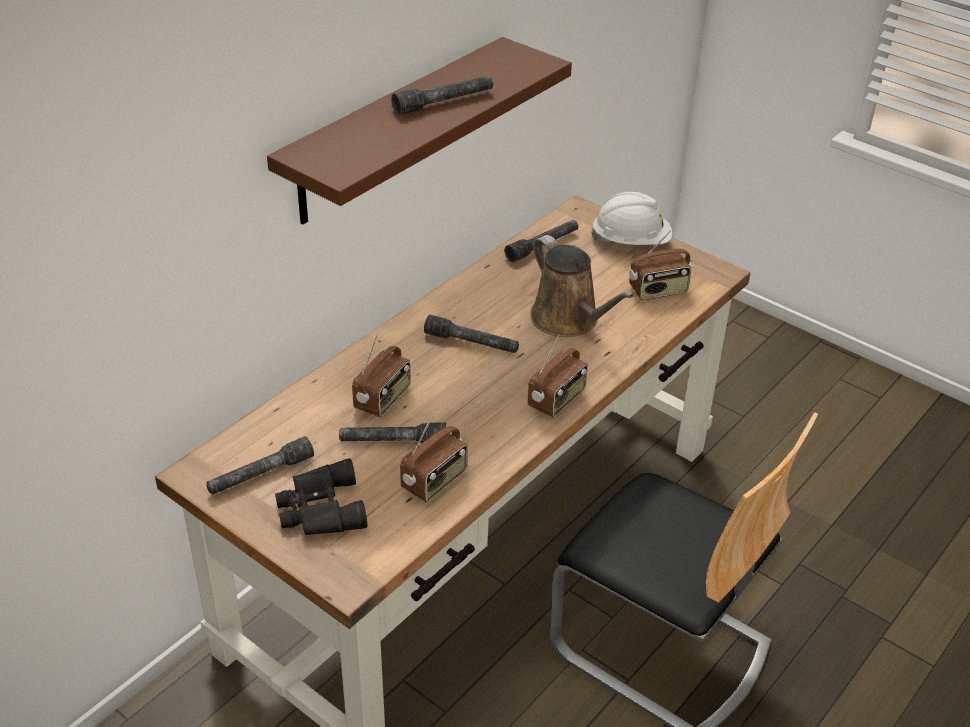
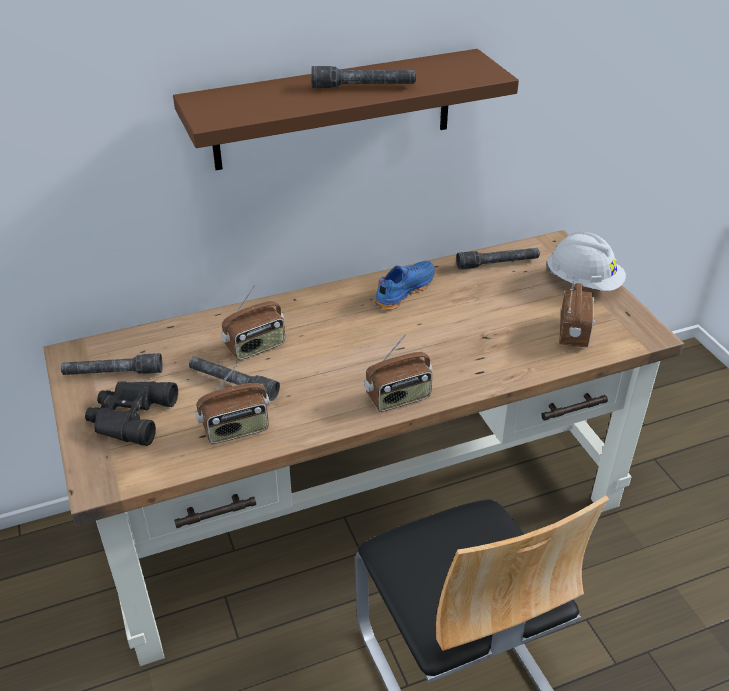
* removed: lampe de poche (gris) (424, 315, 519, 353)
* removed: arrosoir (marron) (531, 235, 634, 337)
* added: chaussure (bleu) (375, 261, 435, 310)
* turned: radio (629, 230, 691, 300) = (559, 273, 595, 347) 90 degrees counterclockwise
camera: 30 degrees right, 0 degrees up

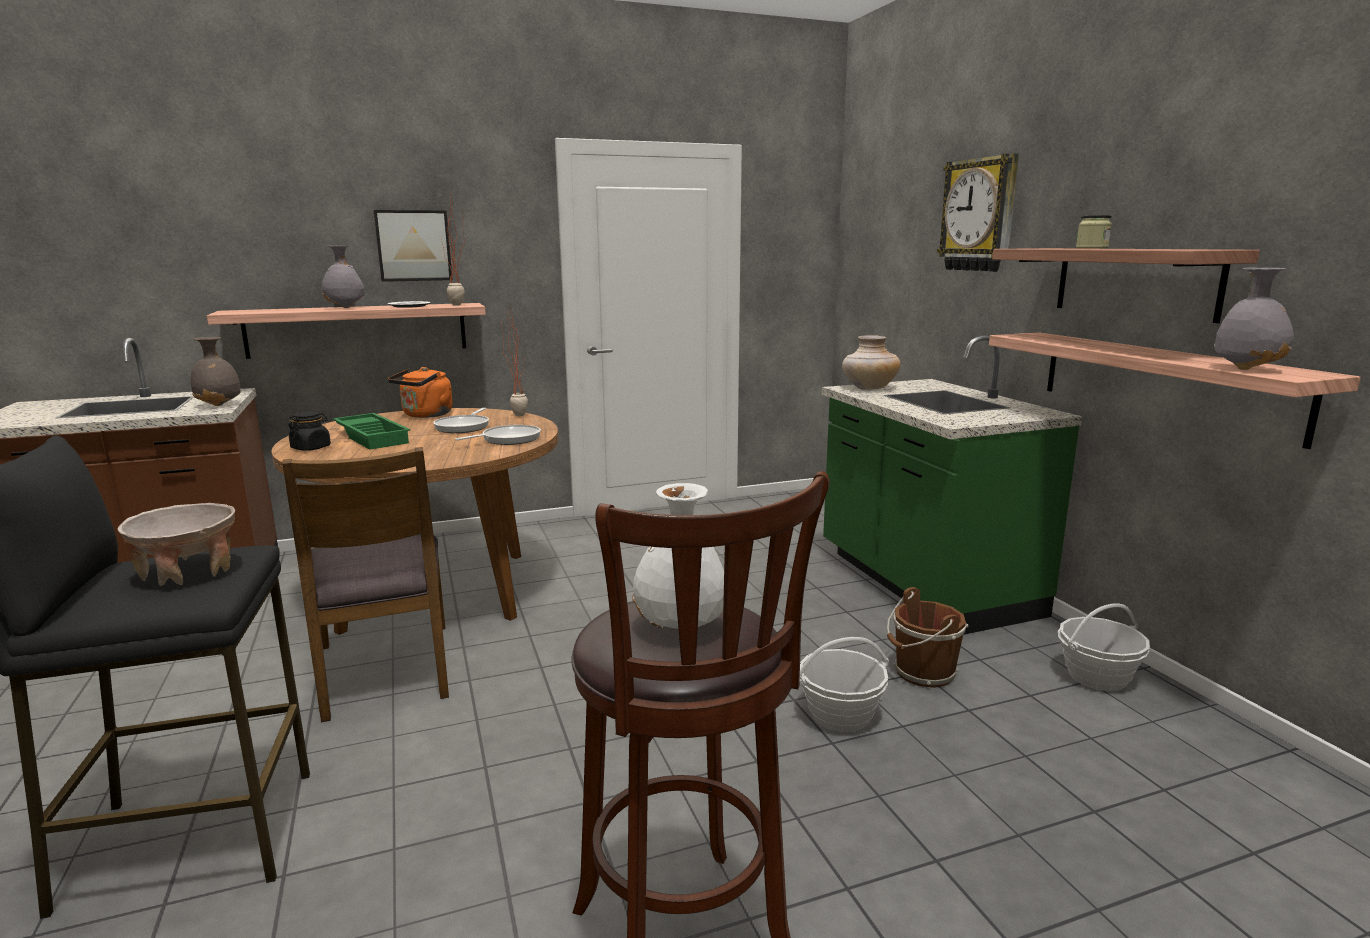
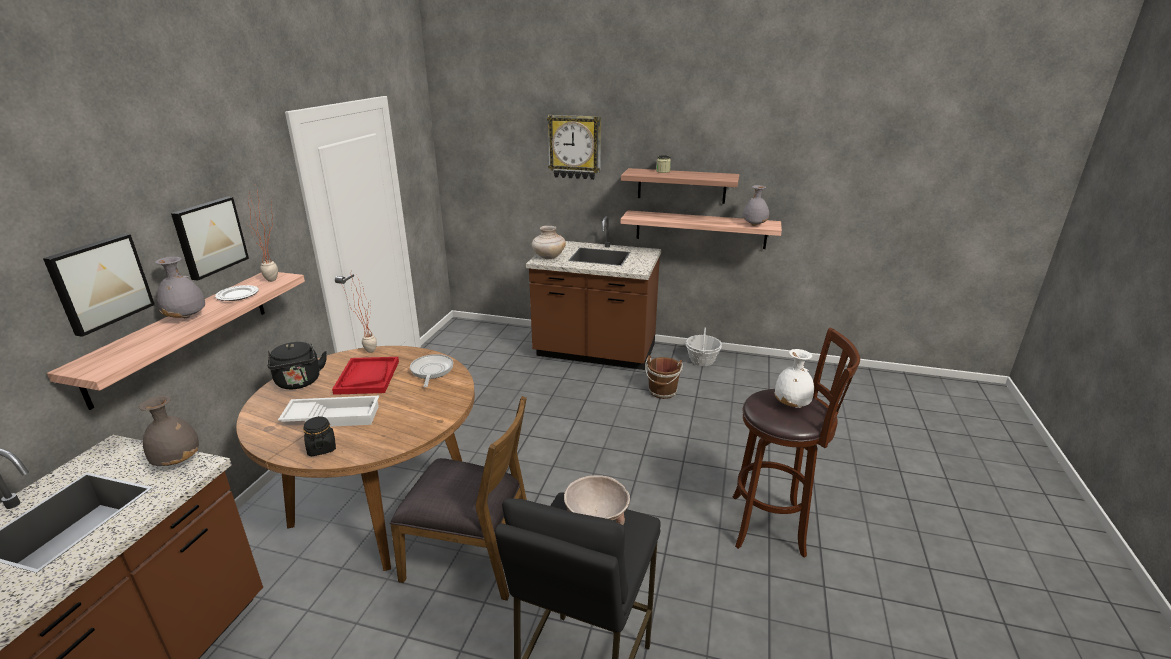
* removed: panier (799, 637, 889, 732)
* added: tableau (43, 234, 155, 337)
* replaced: poêle (433, 408, 489, 433) to plateau (rouge) (332, 357, 399, 395)
* recoloured: plateau (vert) (333, 413, 411, 450) to plateau (blanc) (278, 396, 379, 427)
* recoloured: bouilloire (orange) (388, 367, 453, 418) to bouilloire (noir) (267, 342, 327, 389)
* recoloured: comptoir de cuisine (vert) (822, 335, 1082, 635) to comptoir de cuisine (marron) (526, 216, 661, 370)
camera: 55 degrees left, 10 degrees up

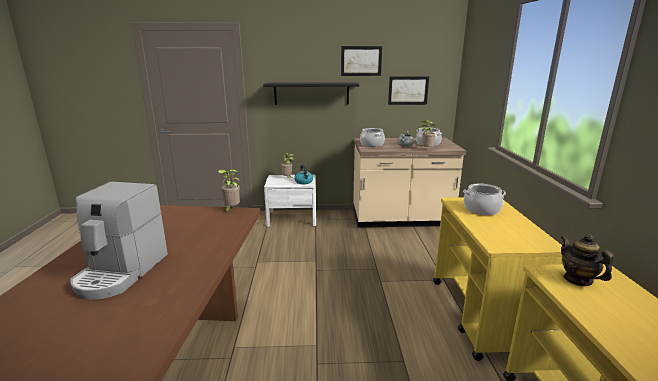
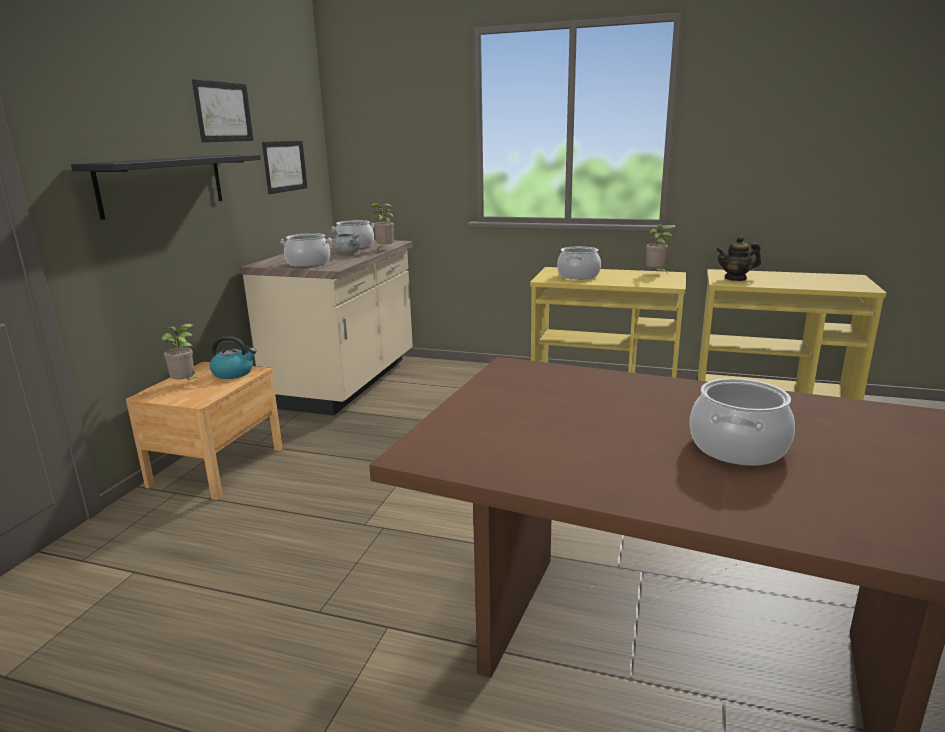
* moved: plante en pot (217, 169, 240, 213) to (646, 224, 673, 274)
* replaced: machine à café (71, 182, 168, 300) to marmite (689, 378, 795, 465)
* recoloured: table de chevet (blanc) (264, 175, 316, 227) to table de chevet (marron) (126, 362, 283, 500)
camera: 70 degrees left, 0 degrees up

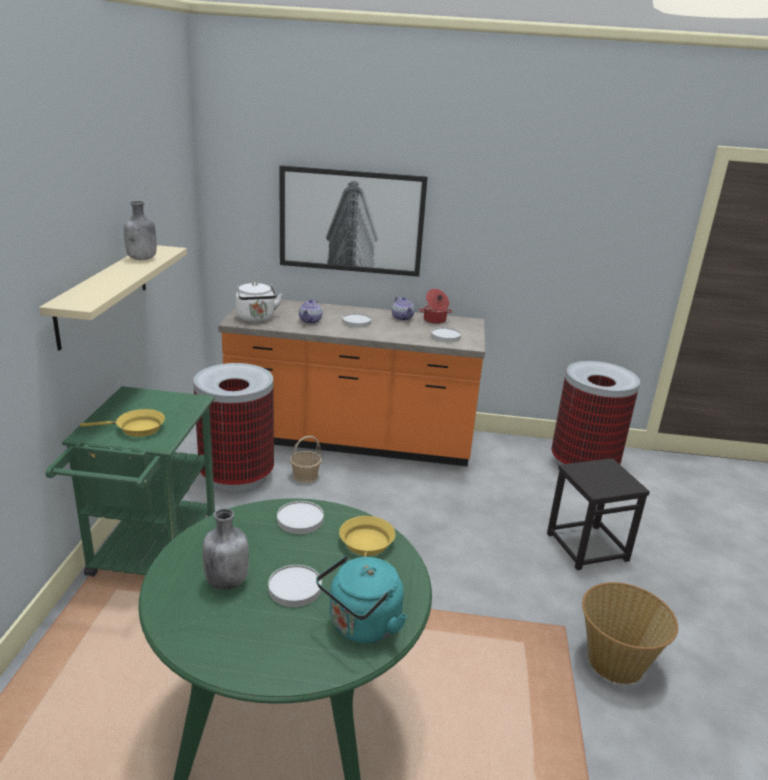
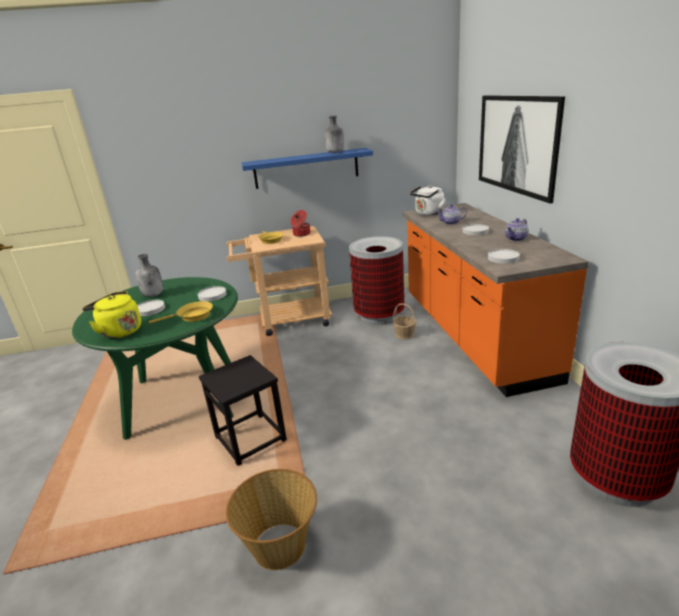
* moved: marmite (420, 289, 452, 324) to (291, 210, 310, 237)
* moved: tabouret (noir) (547, 458, 650, 570) to (199, 355, 287, 466)
* recoloured: étagère (beige) (39, 245, 187, 351) to étagère (bleu) (242, 148, 373, 189)
* recoloured: chariot (vert) (46, 386, 215, 577) to chariot (beige) (226, 226, 332, 336)
* recoloured: bouilloire (turquoise) (316, 556, 407, 643) to bouilloire (jaune) (82, 291, 141, 339)
camera: 75 degrees right, 0 degrees up

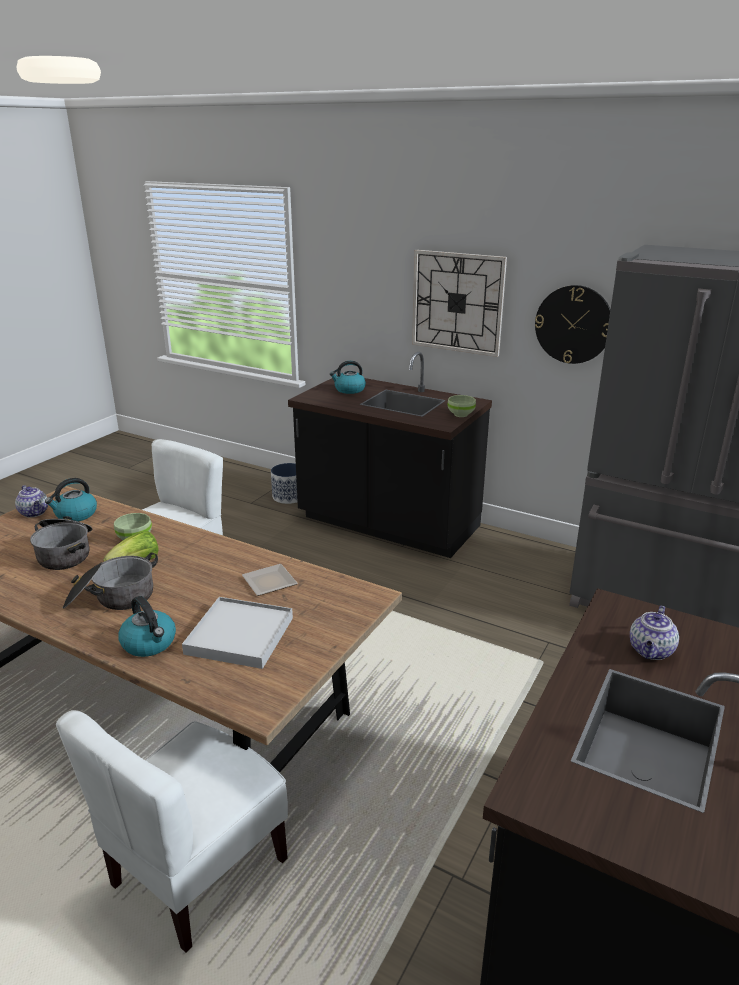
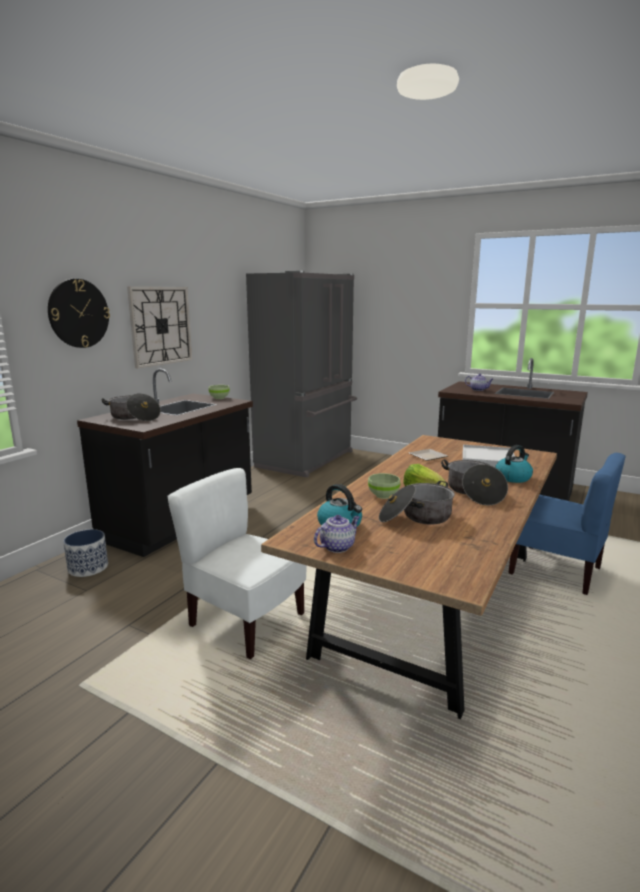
* moved: horloge murale (535, 285, 611, 364) to (48, 279, 110, 348)
* replaced: bouilloire (330, 361, 366, 394) to marmite (101, 394, 161, 421)
* recoloured: chaise (blanc) (56, 710, 288, 952) to chaise (bleu) (508, 453, 626, 595)
camera: 90 degrees left, 10 degrees down

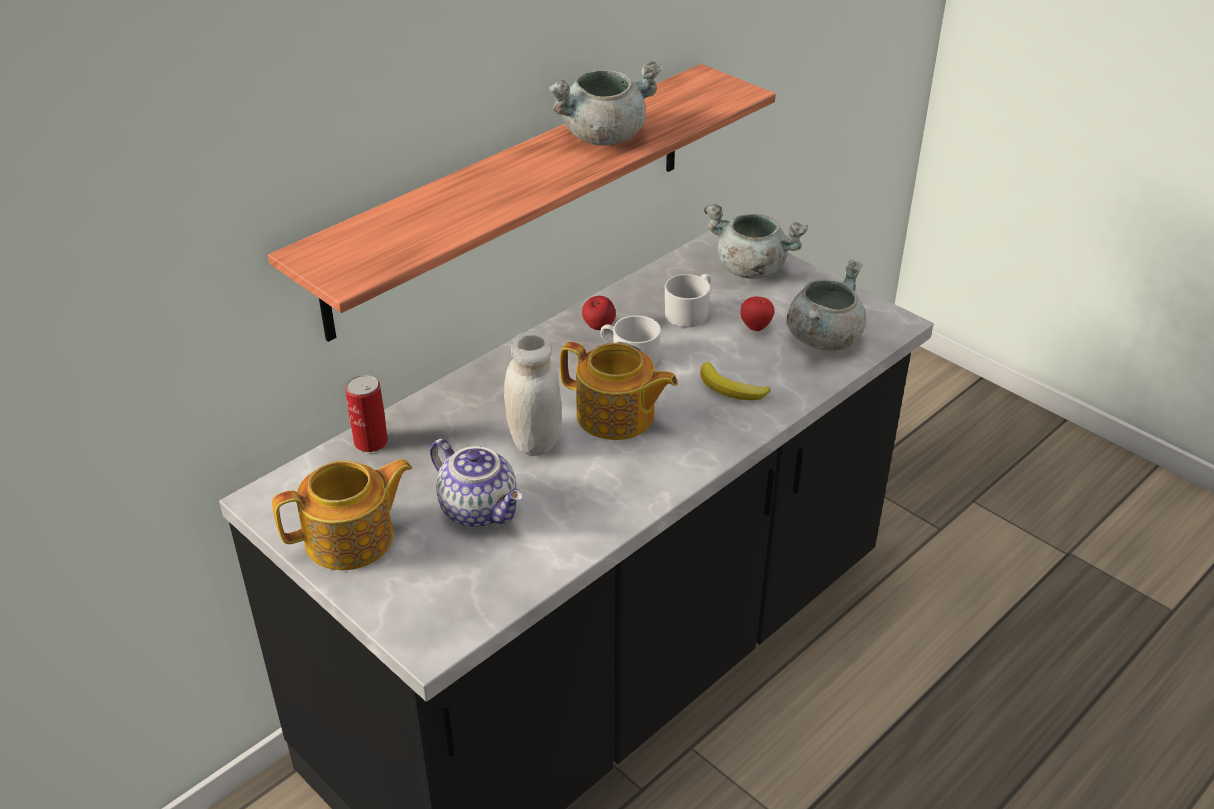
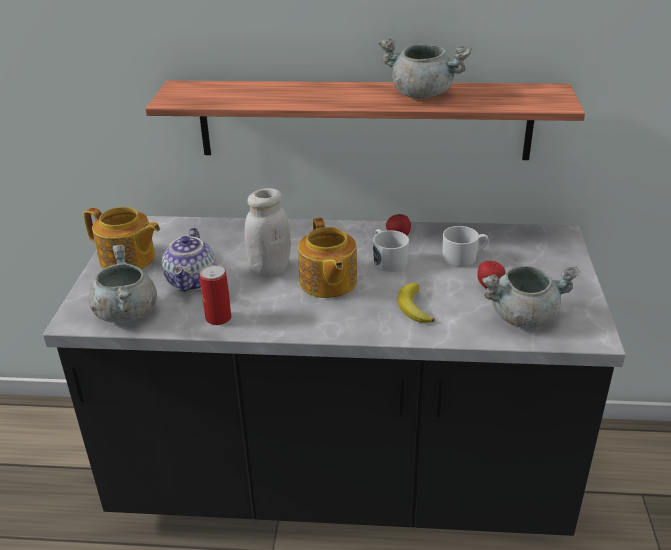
* moved: boîte métallique (345, 375, 388, 452) to (200, 265, 231, 325)
* moved: marmite (gris) (704, 204, 808, 279) to (89, 245, 157, 323)
camera: 50 degrees right, 5 degrees down

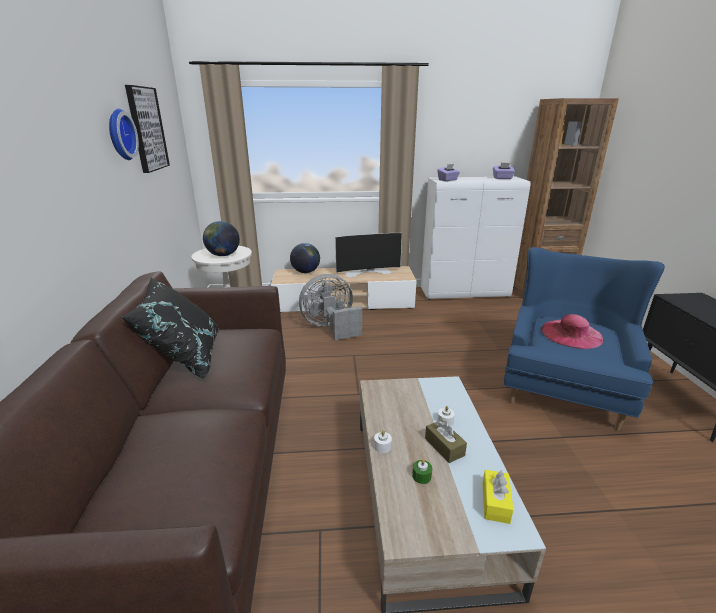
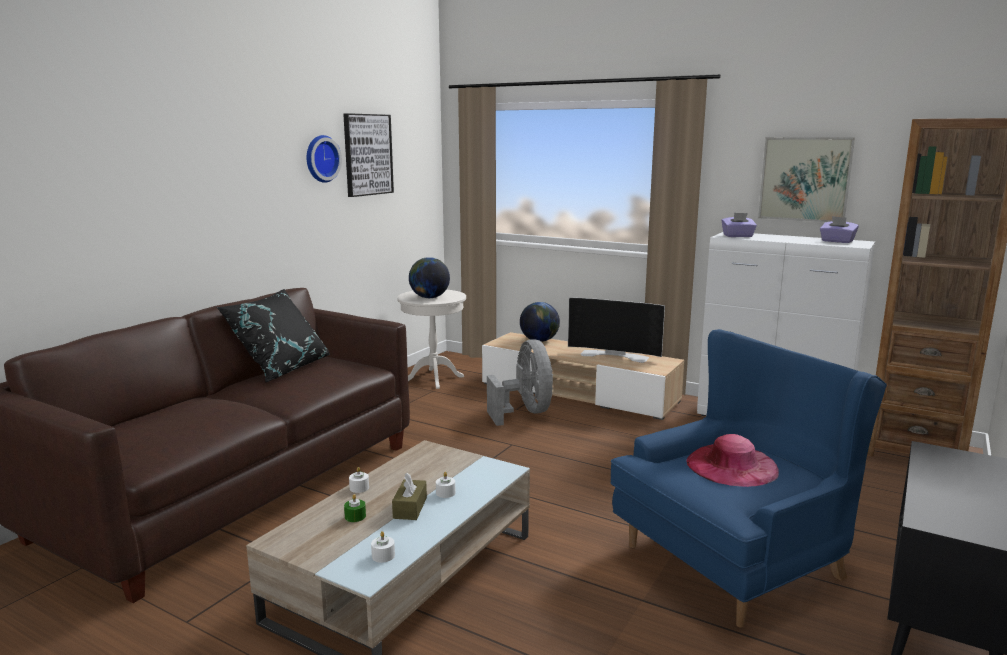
* added: tableau (758, 137, 855, 222)
* replaced: boîte à mouchoirs (jaune) (483, 470, 514, 524) to bougie (blanc) (371, 531, 395, 563)
* turned: ventilateur (gris) (299, 274, 362, 340) = (487, 339, 553, 426) 60 degrees clockwise
camera: 35 degrees right, 10 degrees down

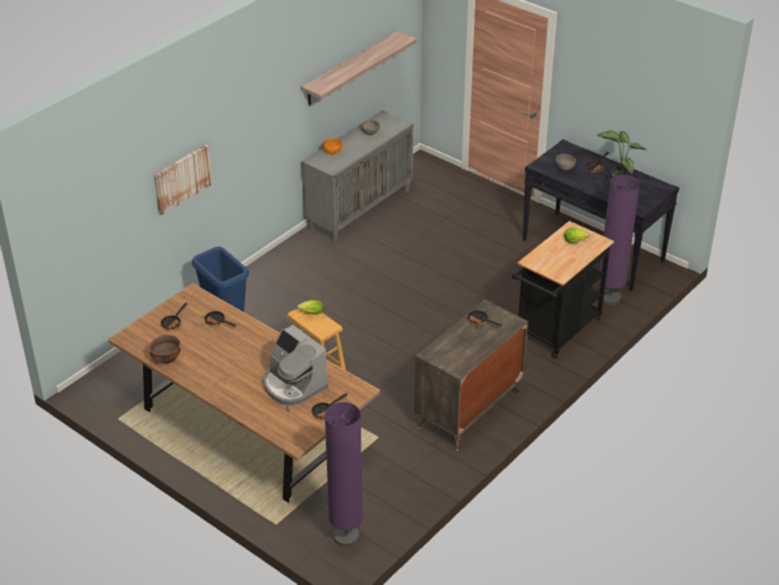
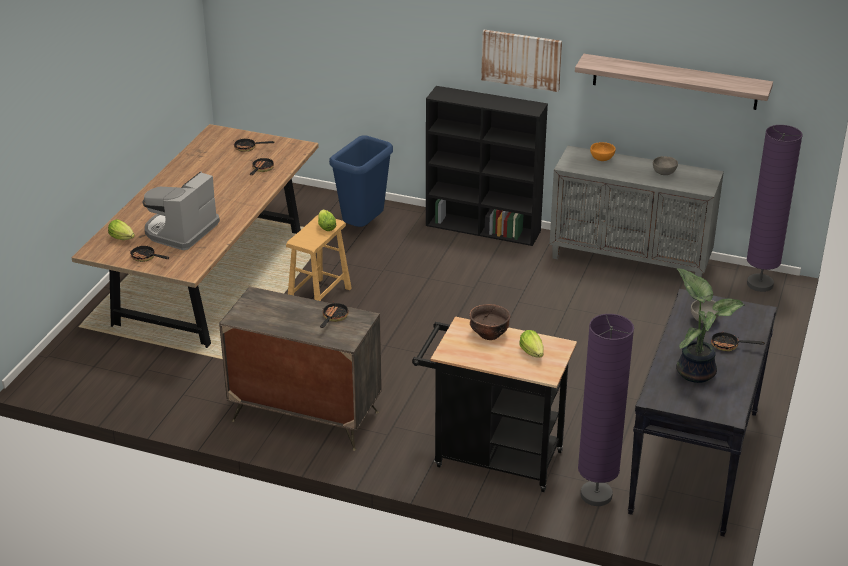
* added: laitue (108, 219, 135, 240)
* added: bibliothèque (noir) (426, 86, 548, 246)
* moved: bol (marron) (149, 335, 181, 363) to (469, 304, 511, 340)
* moved: tableau (154, 144, 212, 215) to (481, 30, 562, 92)
* moved: lampadaire (violet) (325, 402, 363, 547) to (747, 125, 802, 292)
camera: 70 degrees right, 5 degrees down

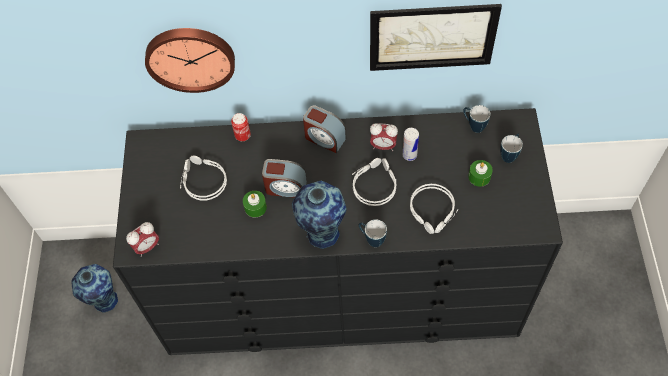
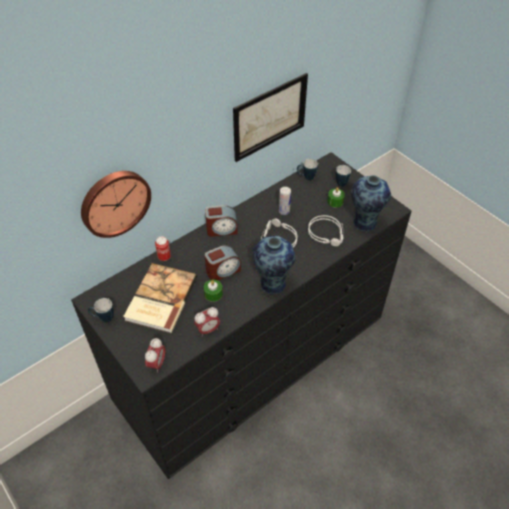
* moved: vase (71, 264, 118, 313) to (351, 175, 391, 231)
* moved: mug (359, 219, 387, 247) to (88, 298, 114, 322)
* moved: réveil (370, 123, 398, 151) to (194, 307, 220, 337)
* replaced: casque audio (gris) (180, 155, 227, 201) to livre (123, 263, 197, 333)
camera: 40 degrees left, 10 degrees down

